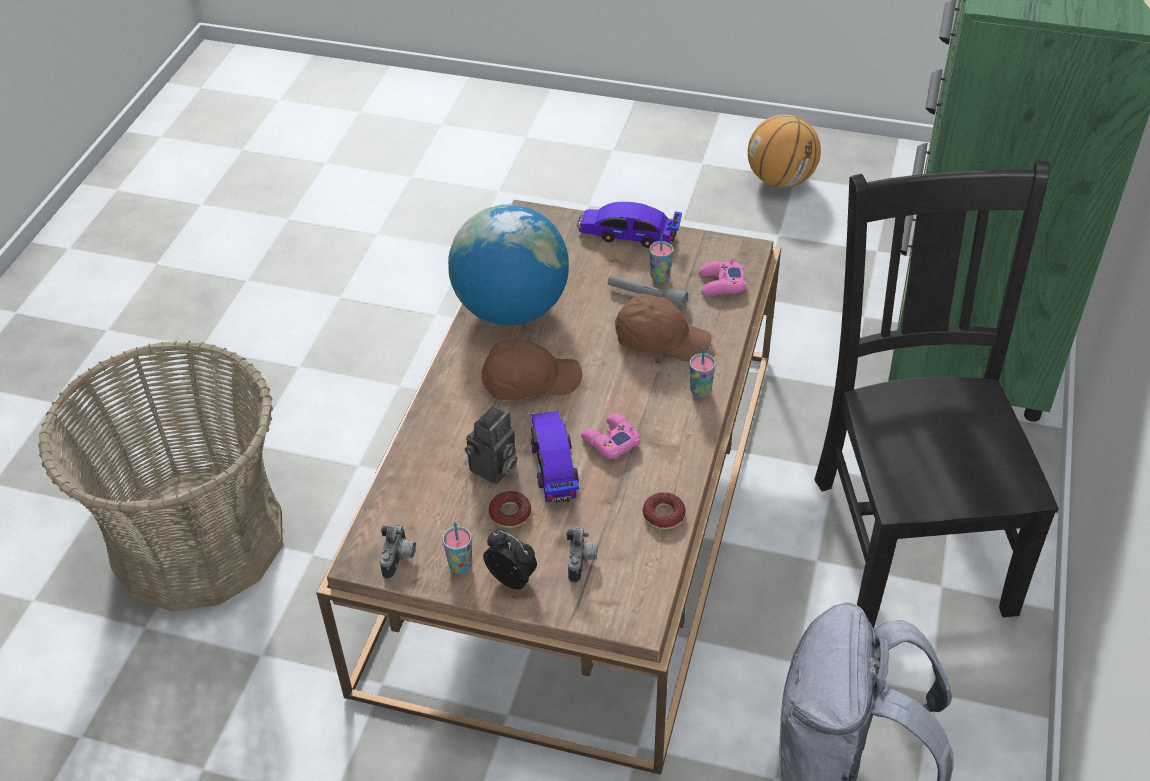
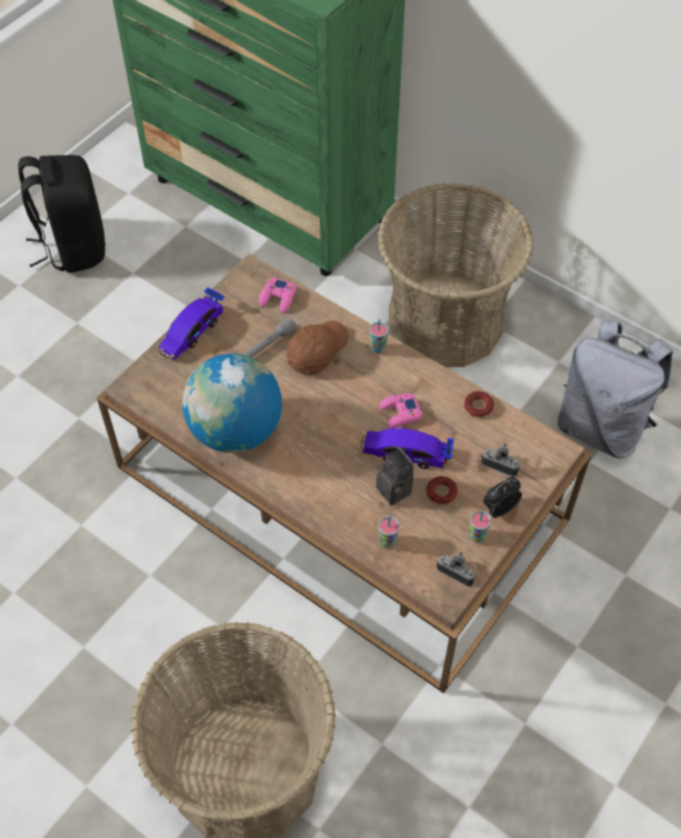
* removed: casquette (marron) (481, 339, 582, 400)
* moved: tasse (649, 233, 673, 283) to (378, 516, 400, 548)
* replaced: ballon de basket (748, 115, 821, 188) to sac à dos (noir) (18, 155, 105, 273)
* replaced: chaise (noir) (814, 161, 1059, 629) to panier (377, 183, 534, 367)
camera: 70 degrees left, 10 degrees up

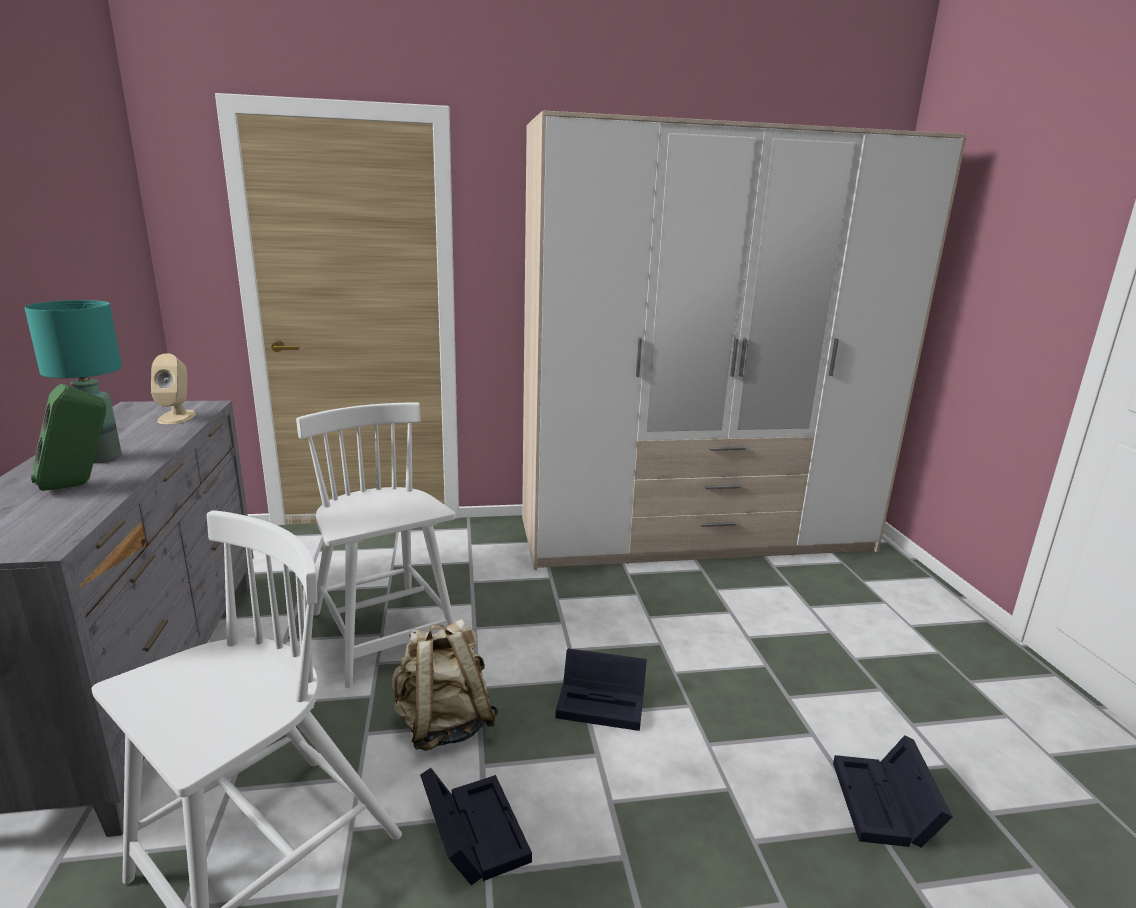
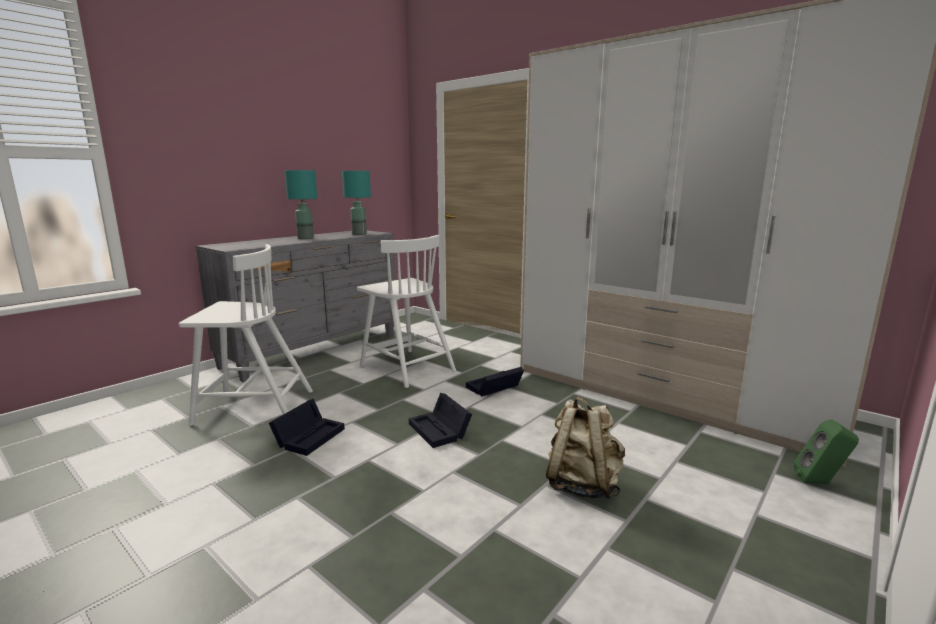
* moved: enceinte (vert) (30, 383, 106, 491) to (794, 420, 859, 484)
* moved: sac à dos (beige) (392, 619, 499, 751) to (546, 396, 625, 499)
* moved: boîte de rangement (noir) (833, 735, 953, 848) to (466, 367, 524, 397)
* replaced: enceinte (beige) (151, 353, 196, 424) to lampe de table (turquoise) (342, 171, 371, 235)
* turned: chaise (blanc) (296, 402, 456, 688) = (357, 235, 456, 388) 120 degrees clockwise
camera: 50 degrees right, 5 degrees down

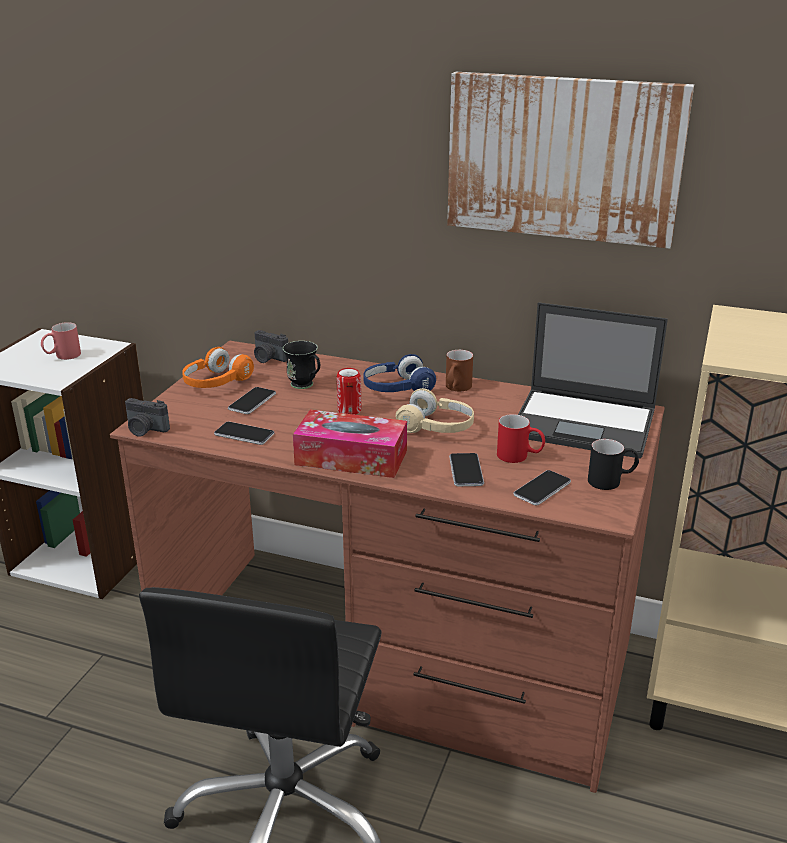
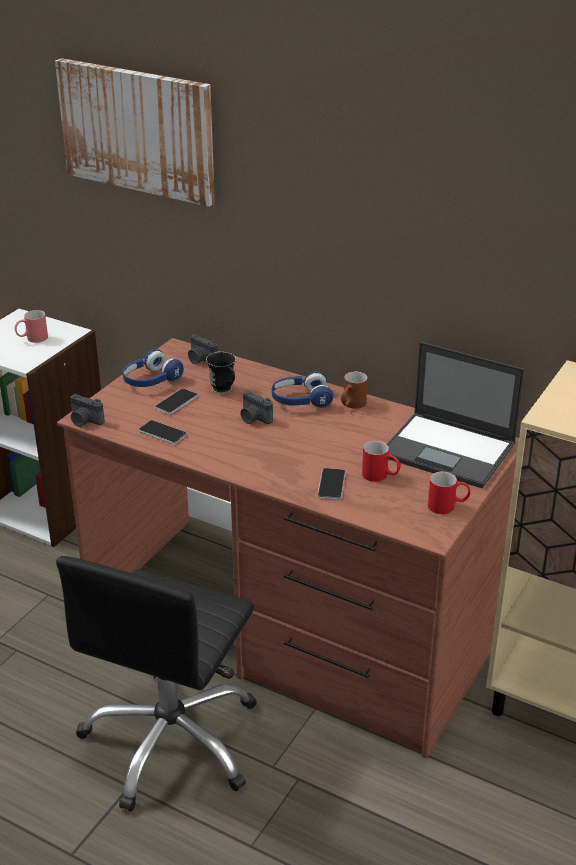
* removed: boîte à mouchoirs (293, 410, 407, 478)
* removed: casque audio (beige) (395, 388, 474, 433)
* removed: téléphone (513, 470, 571, 506)
* moved: tableau (447, 72, 694, 249) to (55, 58, 215, 207)
* replaced: boîte métallique (336, 368, 361, 415) to appareil photo (241, 391, 273, 424)
* recoloured: casque audio (orange) (182, 347, 254, 388) to casque audio (bleu) (123, 349, 184, 387)
* recoloured: mug (noir) (588, 439, 639, 490) to mug (rouge) (428, 472, 470, 514)
camera: 10 degrees right, 5 degrees up

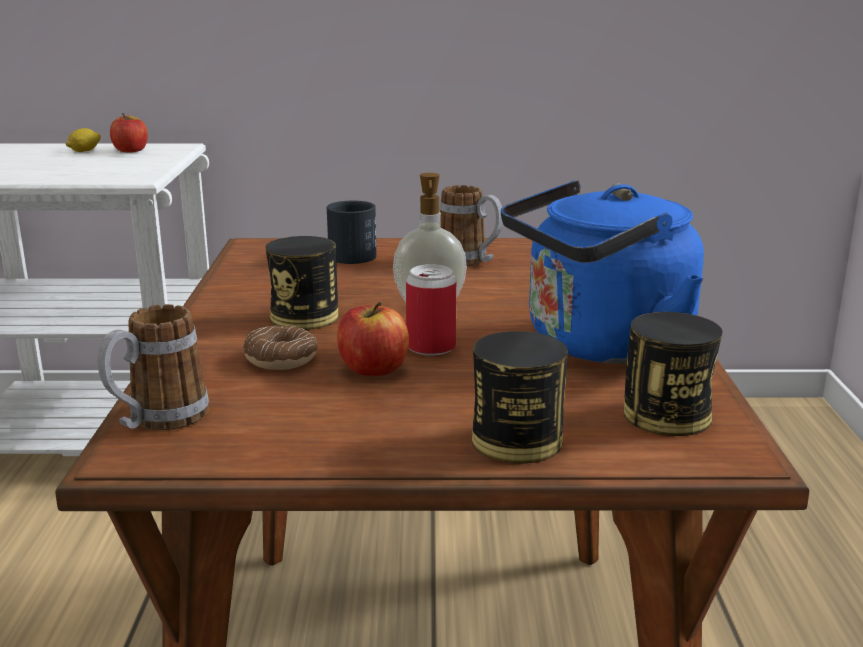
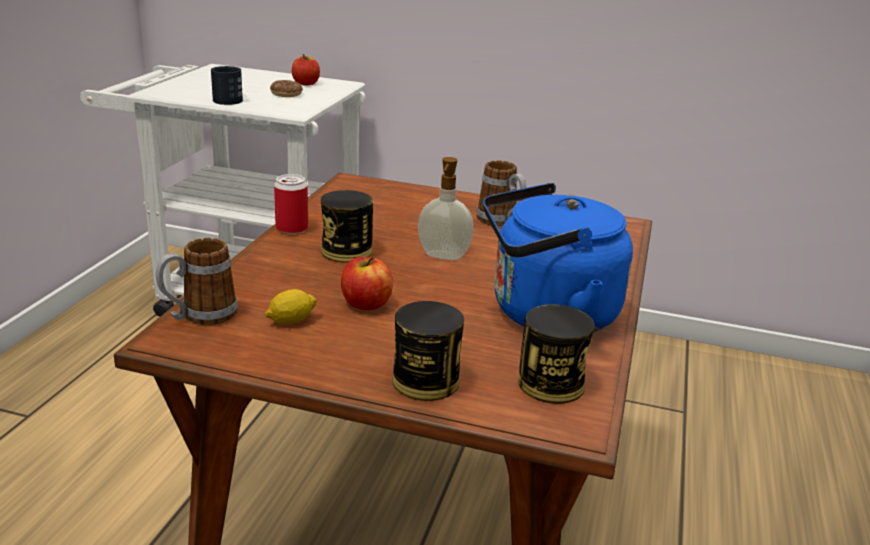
* moved: citron (66, 128, 101, 152) to (264, 289, 317, 325)
* moved: beignet (243, 325, 318, 370) to (270, 80, 303, 97)
* moved: mug (noir) (327, 201, 377, 264) to (211, 66, 243, 105)
* moved: boîte métallique (406, 264, 457, 356) to (274, 174, 308, 234)
camera: 15 degrees right, 5 degrees up

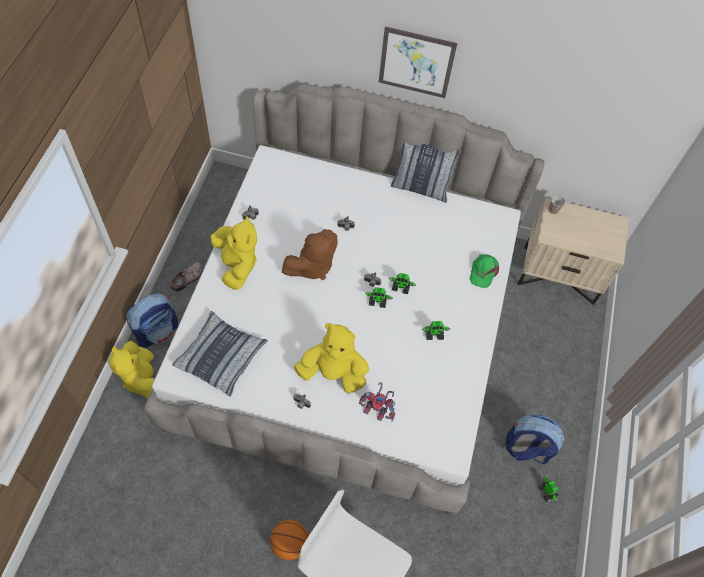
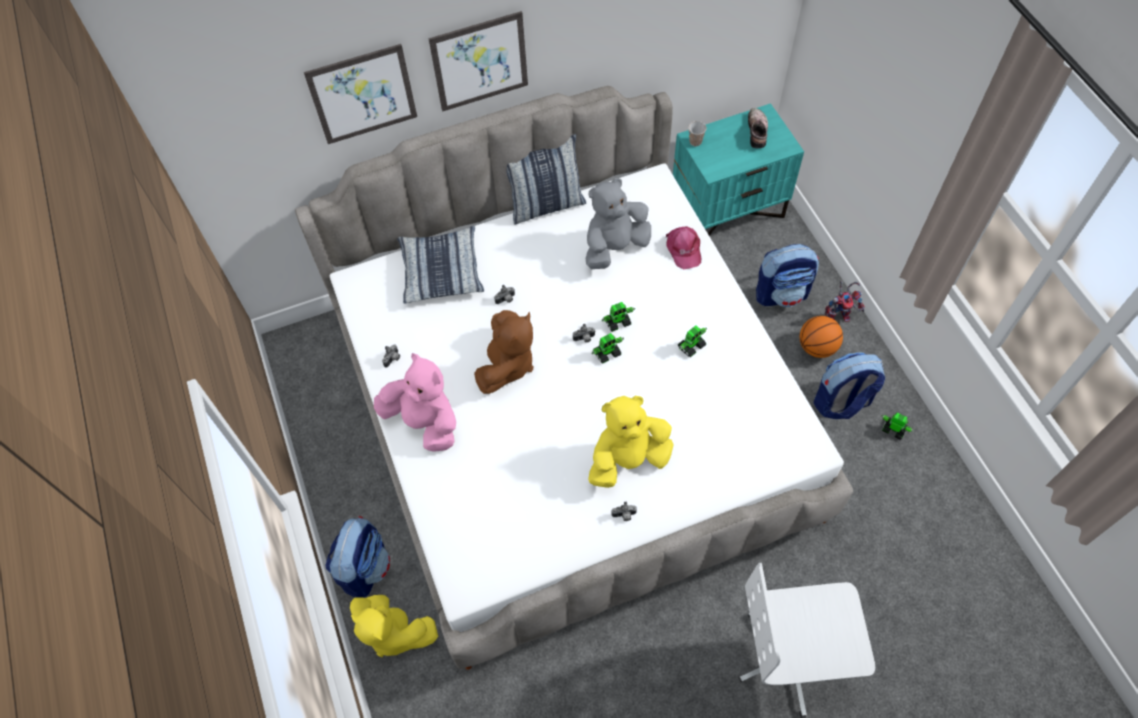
* added: tableau (304, 44, 417, 144)
* added: peluche (gris) (586, 178, 651, 269)
* added: sac à dos (756, 244, 819, 307)
* moved: chaussure (170, 262, 202, 291) to (748, 108, 768, 148)
* moved: coussin (172, 311, 268, 397) to (397, 226, 484, 303)
* moved: ballon de basket (270, 520, 308, 561) to (800, 316, 843, 358)
* moved: robot jouet (359, 382, 396, 422) to (825, 281, 864, 322)
* recoloured: peluche (jaune) (211, 215, 257, 290) to peluche (rose) (374, 353, 456, 452)
* recoloured: casquette (vert) (470, 254, 499, 288) to casquette (rose) (666, 226, 701, 269)
* recoloured: table de chevet (beige) (518, 198, 629, 305) to table de chevet (turquoise) (673, 103, 804, 235)
camera: 30 degrees left, 0 degrees up

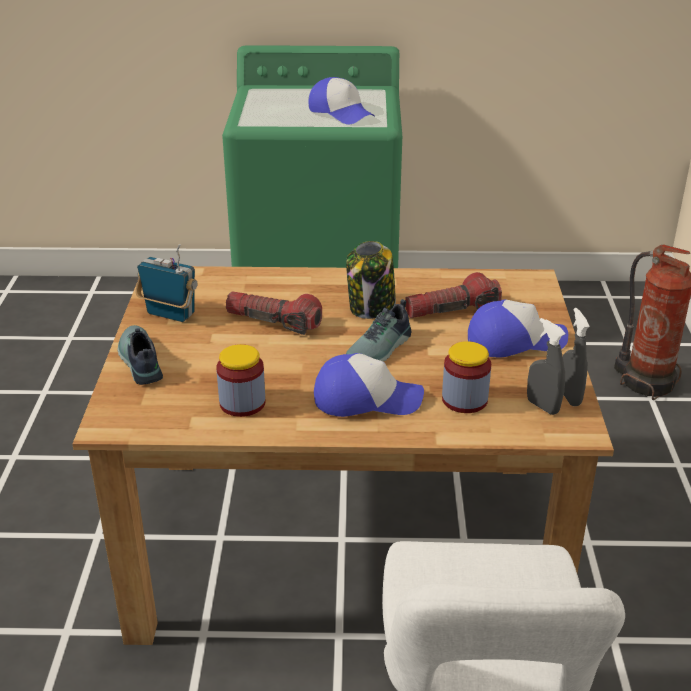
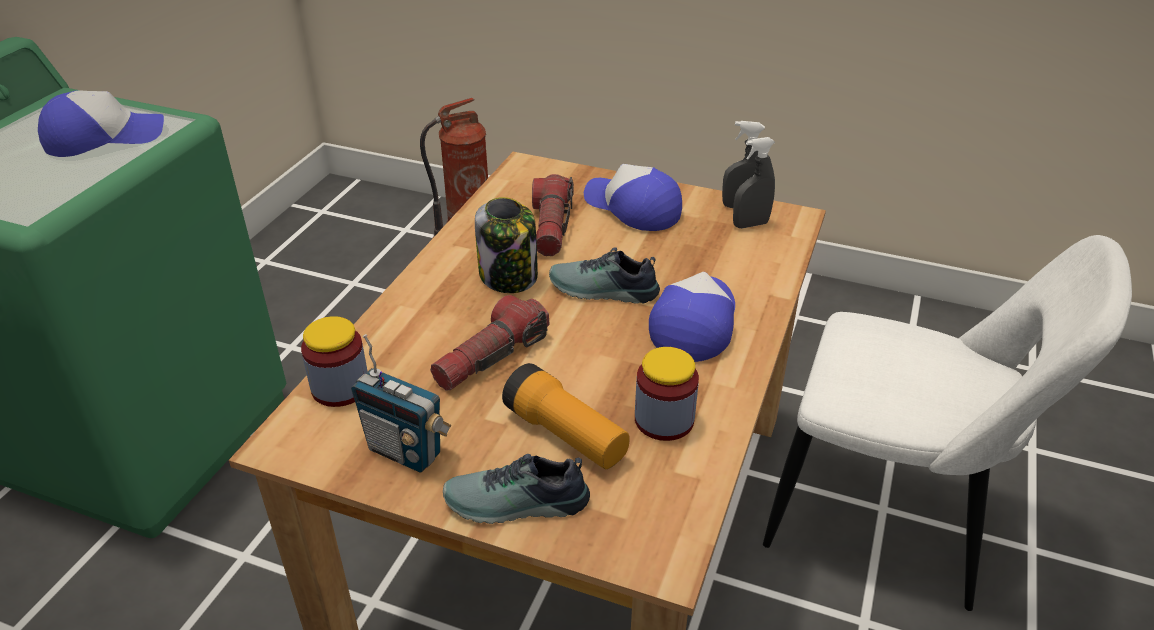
* added: lampe de poche (502, 363, 630, 469)
* moved: bocal (442, 341, 491, 413) to (301, 316, 368, 407)
* turned: radio (135, 244, 198, 322) = (351, 334, 452, 473) 105 degrees counterclockwise
* turned: chaussure (346, 299, 411, 362) = (549, 247, 660, 304) 135 degrees clockwise
* turned: casquette (468, 299, 568, 357) = (584, 164, 682, 231) 60 degrees counterclockwise
camera: 70 degrees left, 5 degrees up

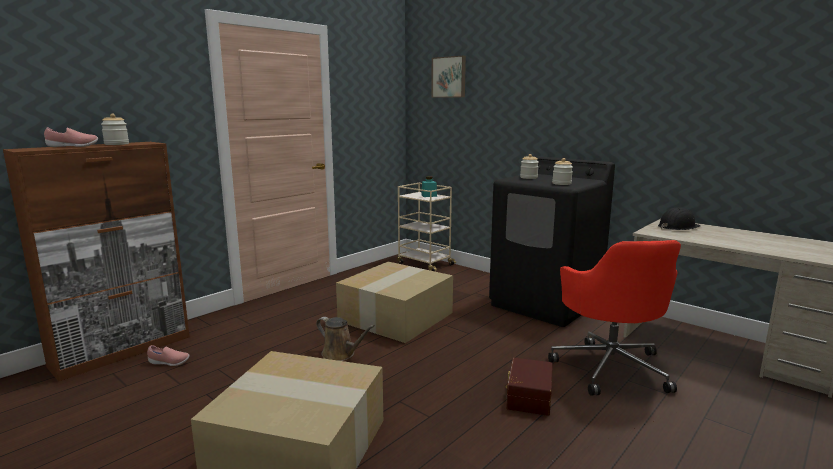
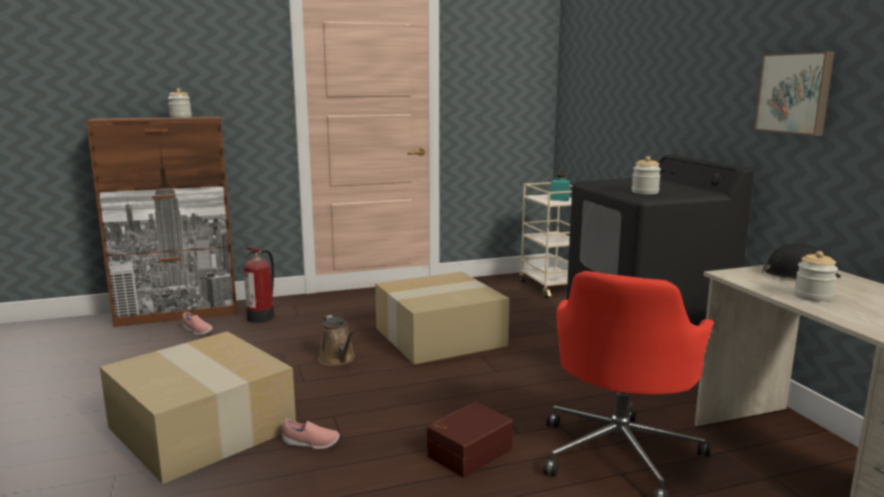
* added: extincteur (243, 247, 274, 323)
* moved: chaussure (rose) (44, 127, 98, 147) to (282, 419, 340, 449)
* moved: tableau (431, 56, 466, 98) to (754, 51, 834, 136)
* moved: bocal (520, 154, 539, 179) to (794, 251, 838, 302)
camera: 30 degrees right, 0 degrees up

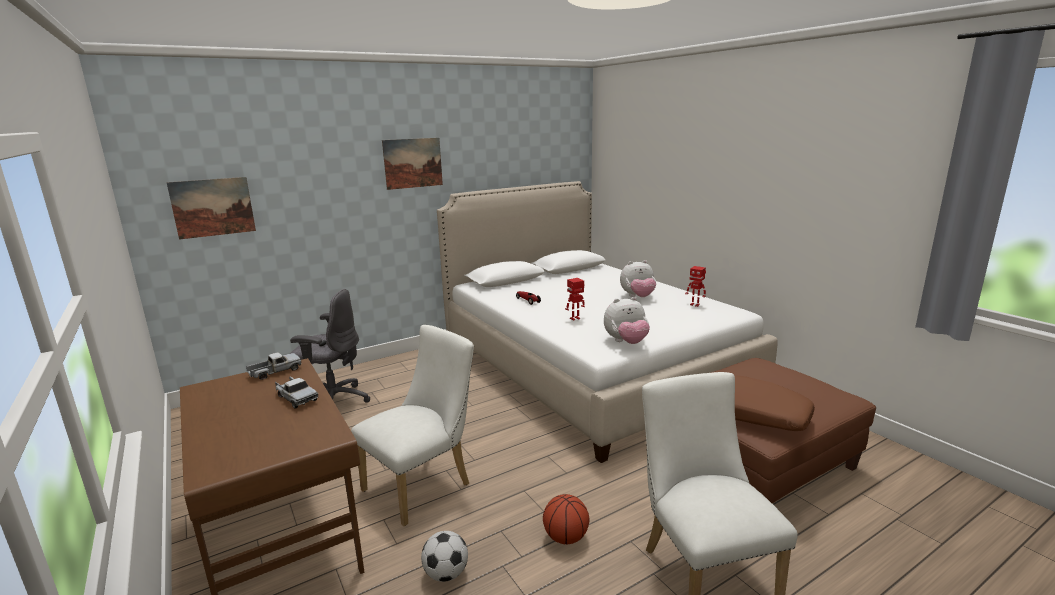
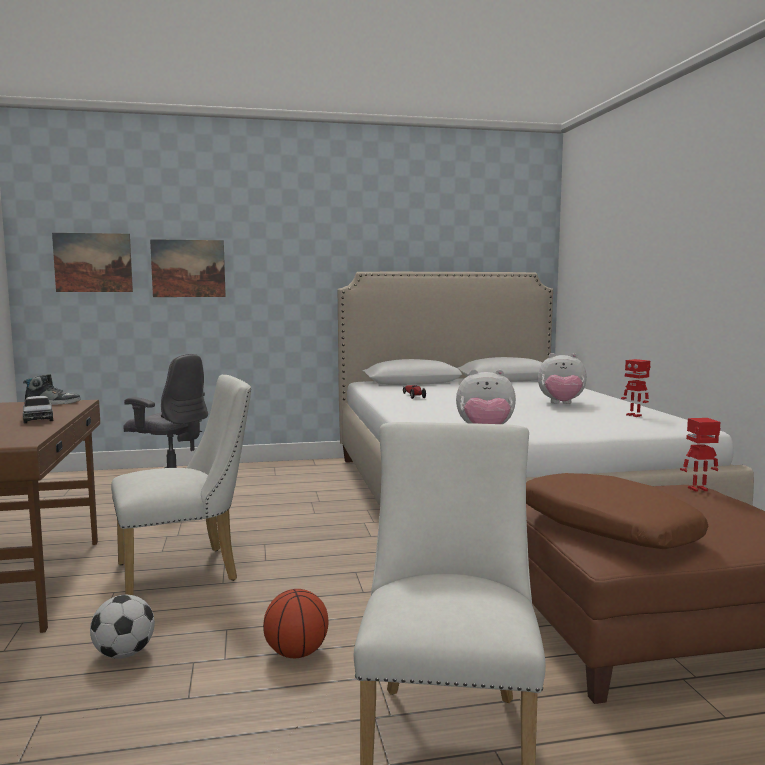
* moved: tableau (382, 138, 443, 190) to (150, 239, 226, 297)
* moved: robot jouet (565, 278, 585, 320) to (680, 418, 721, 492)
* replaced: camion jouet (246, 352, 302, 380) to chaussure (23, 374, 80, 405)
camera: 20 degrees right, 10 degrees down

